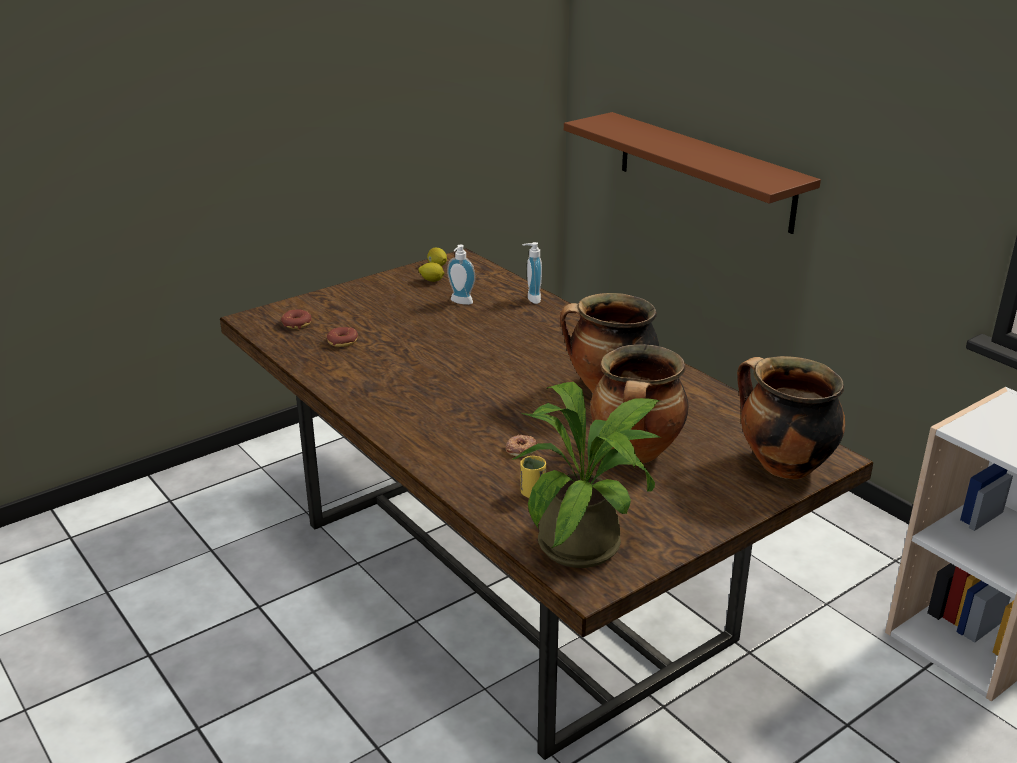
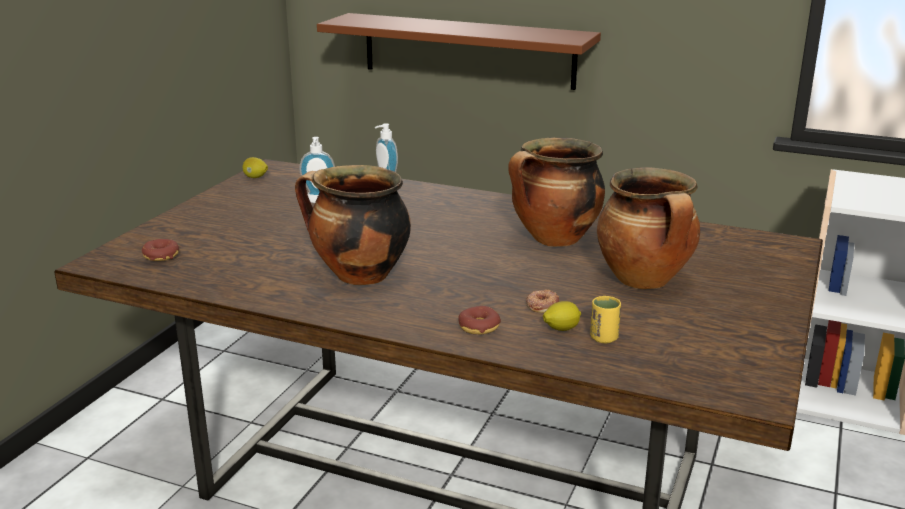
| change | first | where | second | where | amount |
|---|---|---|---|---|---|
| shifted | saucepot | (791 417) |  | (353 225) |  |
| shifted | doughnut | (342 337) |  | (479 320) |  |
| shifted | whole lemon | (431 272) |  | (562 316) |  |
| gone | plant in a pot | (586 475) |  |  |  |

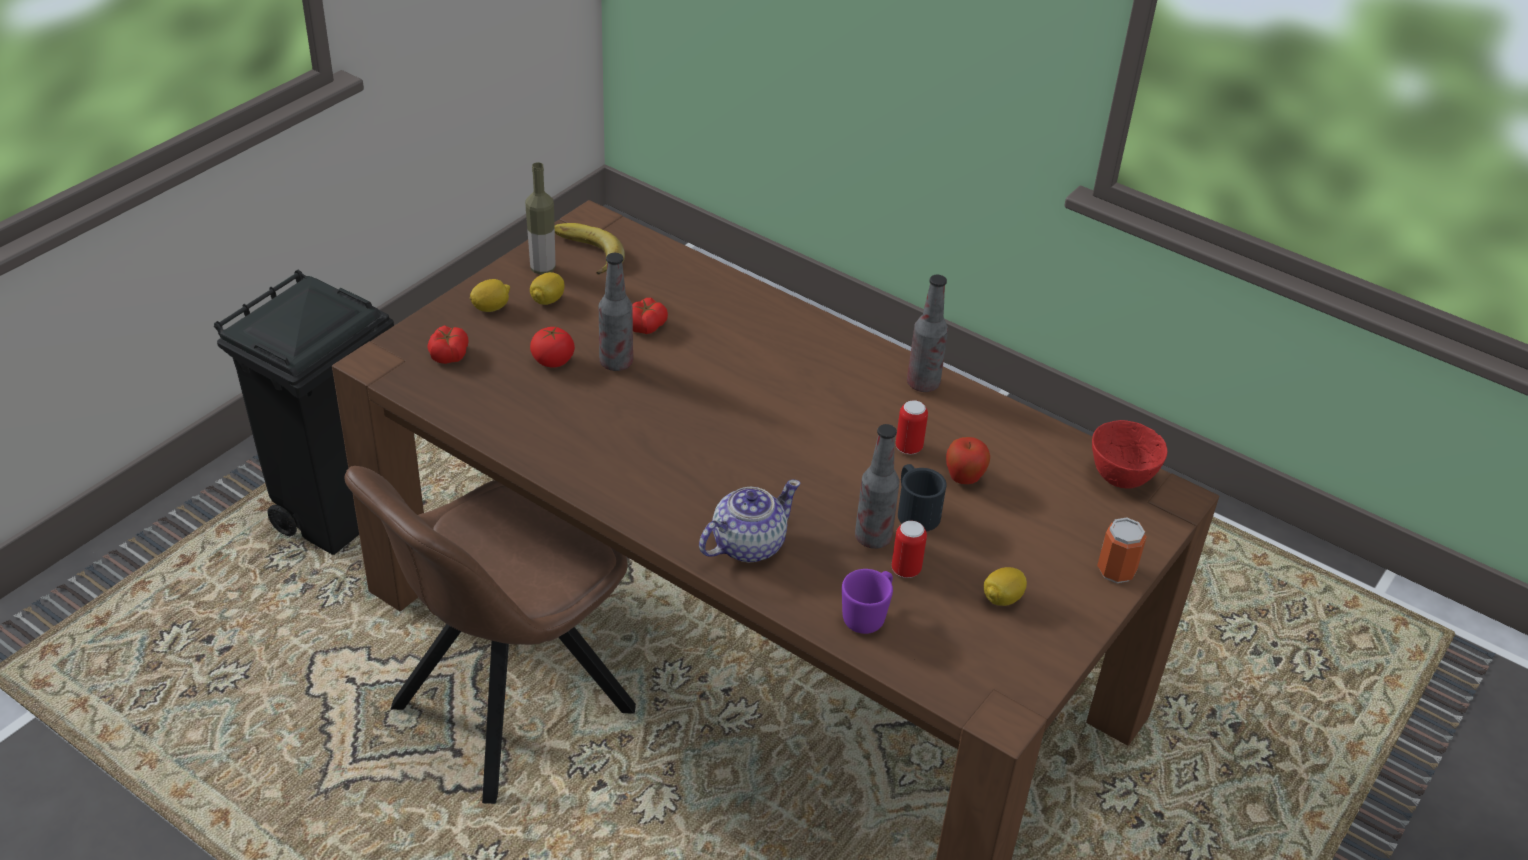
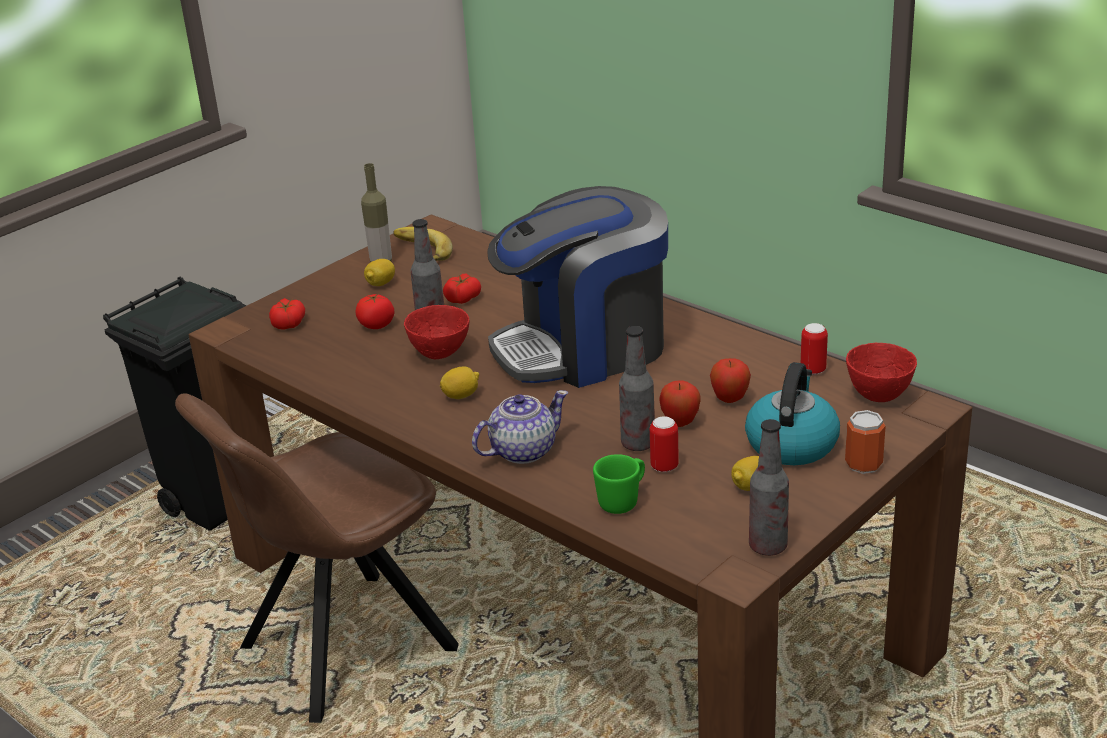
| change | first | where | second | where | amount |
|---|---|---|---|---|---|
| new |  |  | bowl (red-coloured) | (436 332) |  |
| shifted | whole lemon | (490 295) |  | (459 382) |  |
| new |  |  | coffee machine | (577 287) |  |
| repainted | tea mug (purple) | (867 601) | tea mug (greenish) | (619 484) |  |
| swapped | tea mug (black-coloured) | (922 497) | apple | (680 404) |  |
| new |  |  | kettle | (792 413) |  |
| shifted | bottle | (927 333) |  | (769 487) |  |
| shifted | metal can | (912 427) |  | (814 349) |  |

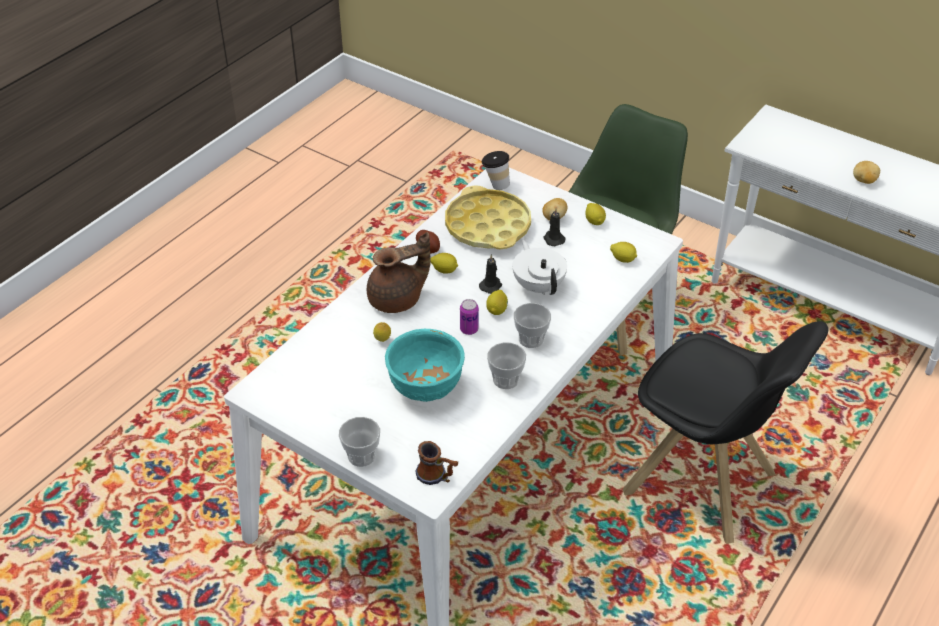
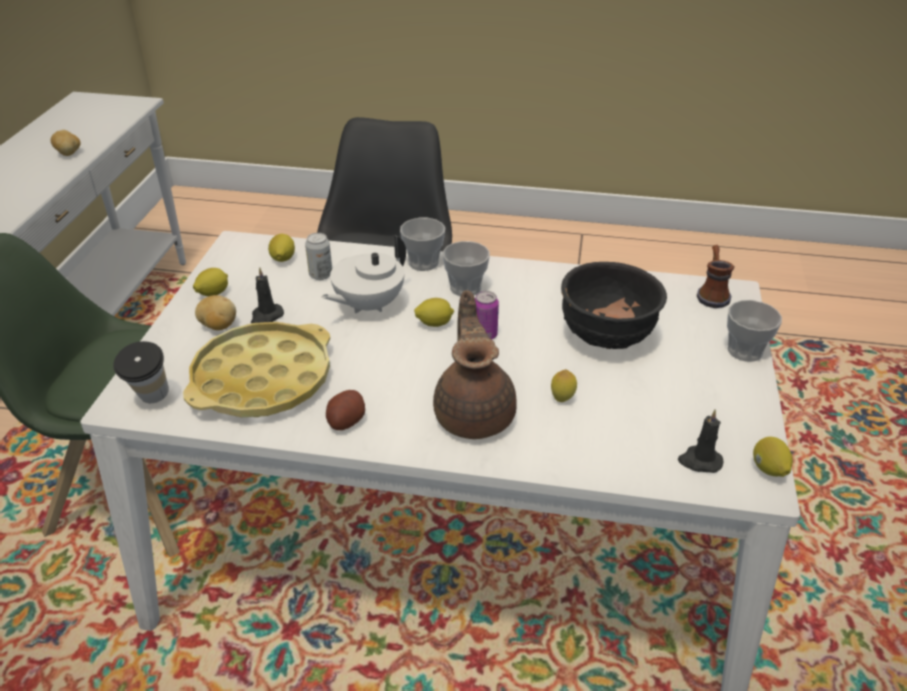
| change | first | where | second | where | amount |
|---|---|---|---|---|---|
| new |  |  | metal can | (318 256) |  |
| shifted | cup | (506 365) |  | (422 244) |  |
| rotated | teapot (brown) | (399 272) |  | (475 364) | 45 degrees clockwise |
| repainted | bowl (turquoise) | (425 365) | bowl (black-coloured) | (614 305) |  |
| shifted | candle (black-coloured) | (490 274) |  | (700 441) |  |
| shifted | whole lemon | (444 263) |  | (773 457) |  |

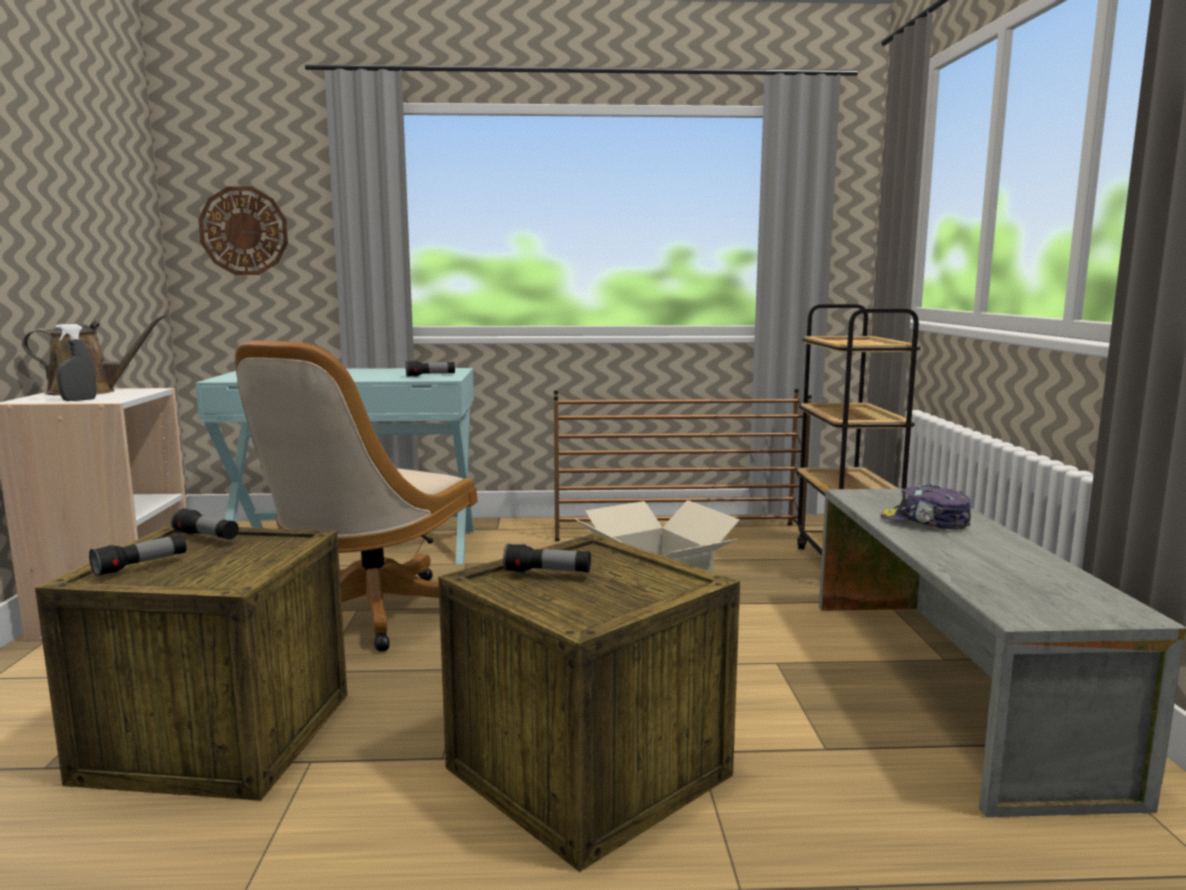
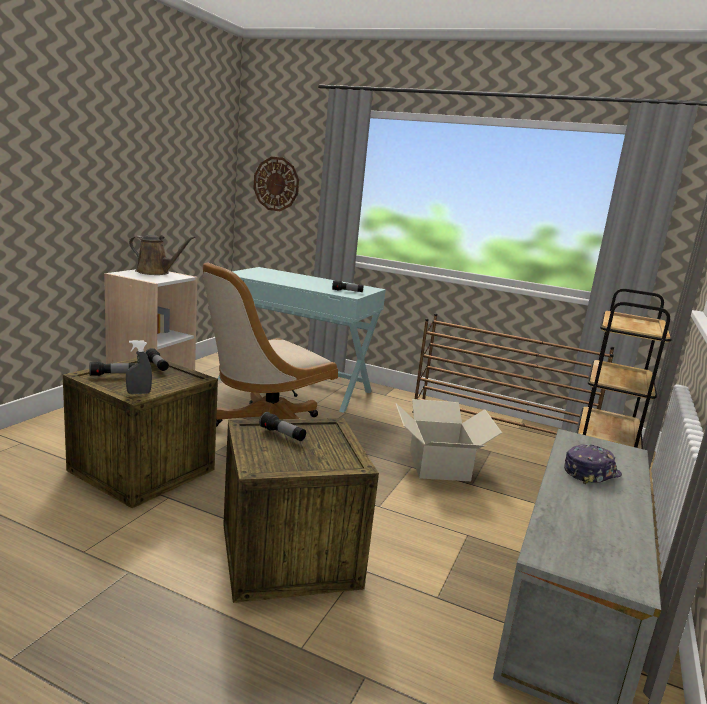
| change | first | where | second | where | amount |
|---|---|---|---|---|---|
| shifted | sprayer (greyish) | (75 362) |  | (139 367) |  |
| rotated | cap | (925 507) |  | (593 464) | 90 degrees clockwise |

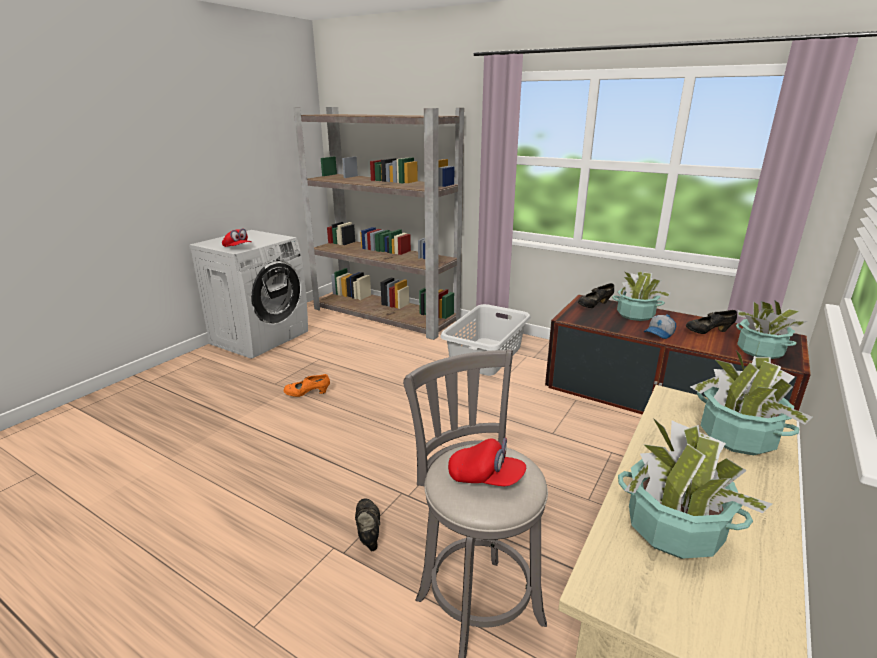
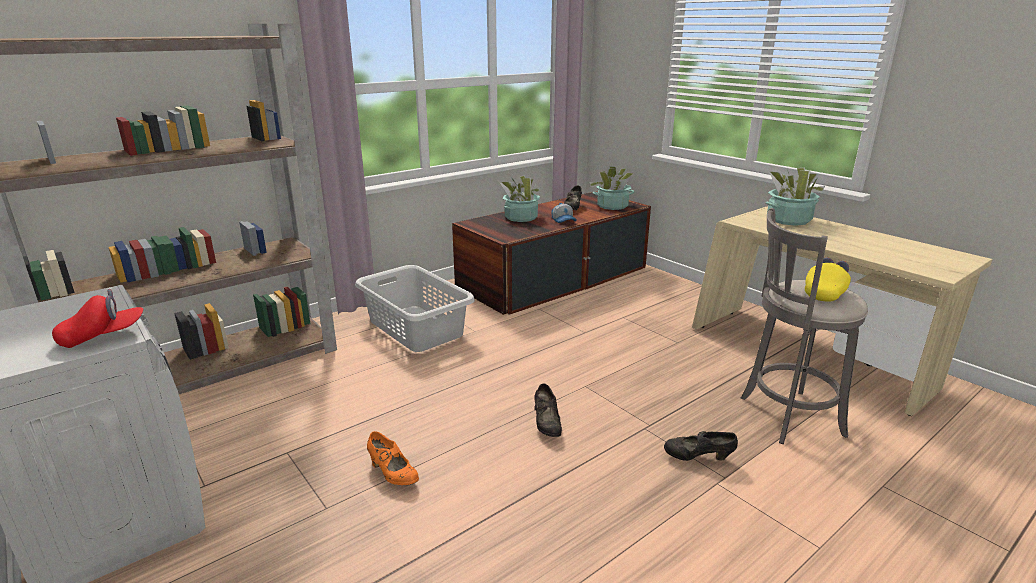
| change | first | where | second | where | amount |
|---|---|---|---|---|---|
| rotated | item of footwear (orange-coloured) | (307 385) |  | (393 458) | 60 degrees counterclockwise |
| shifted | item of footwear (black-coloured) | (596 295) |  | (548 410) |  |
| repainted | cap (red-coloured) | (487 462) | cap (yellow-coloured) | (828 280) |  |
| gone | plant in a pot | (695 488) |  |  |  |

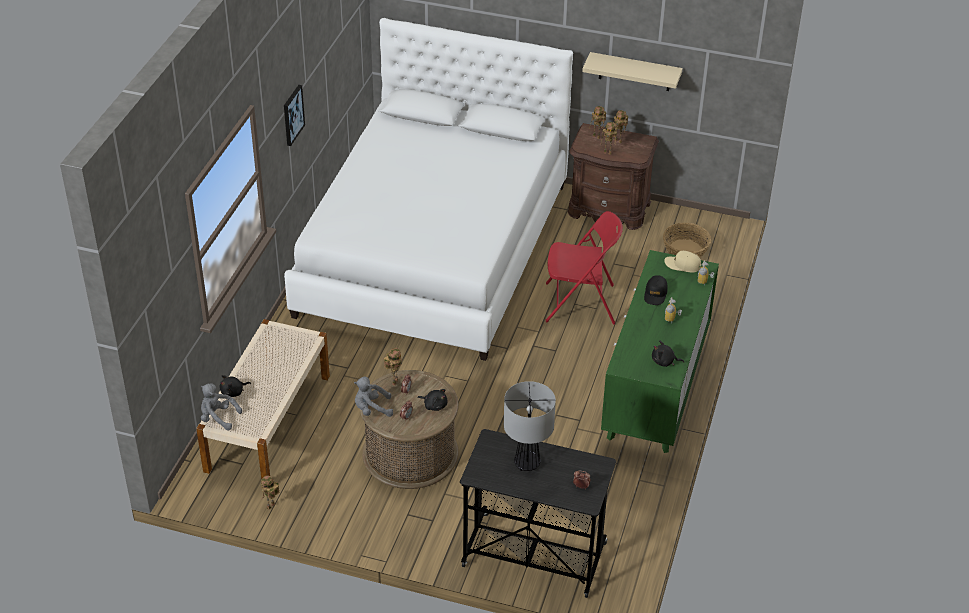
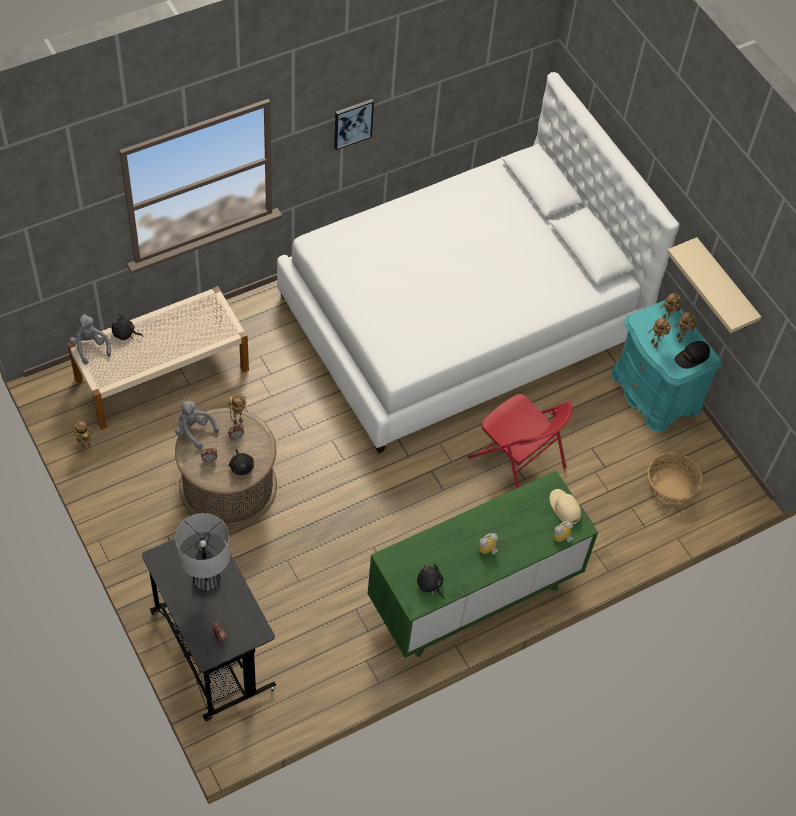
| change | first | where | second | where | amount |
|---|---|---|---|---|---|
| repainted | night table (brown) | (613 176) | night table (turquoise) | (666 366) |  |
| shifted | cap (black-coloured) | (655 290) |  | (692 355) |  |

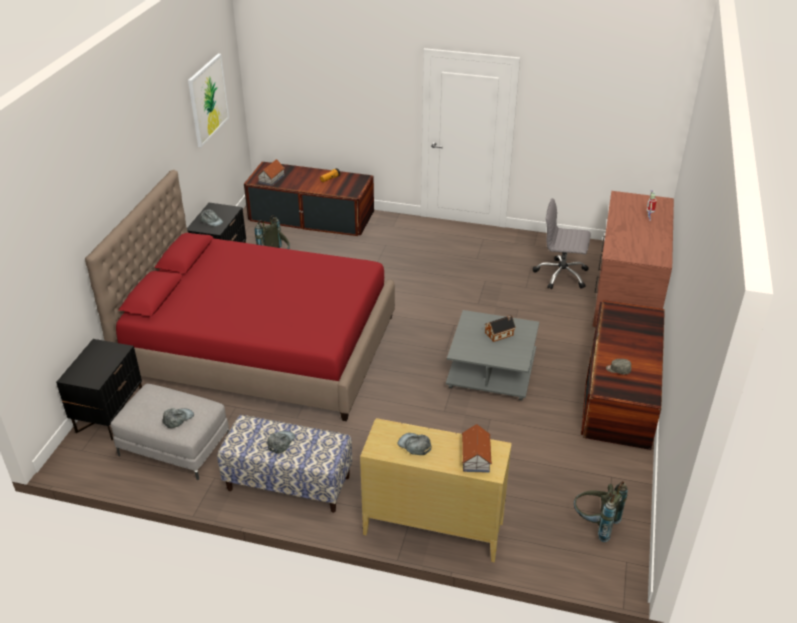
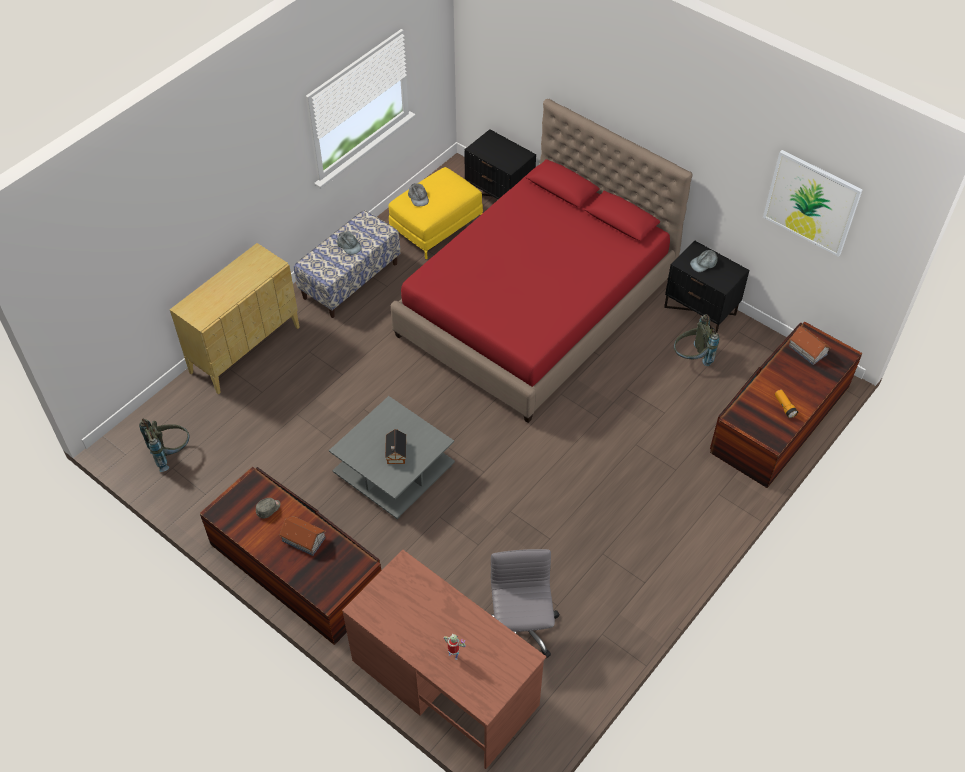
| change | first | where | second | where | amount |
|---|---|---|---|---|---|
| shifted | model house | (477 448) |  | (302 536) |  |
| repainted | footrest (greyish) | (170 432) | footrest (yellow-coloured) | (435 213) |  |
| rotated | desk chair (greyish) | (561 243) |  | (525 603) | 45 degrees counterclockwise |
| gone | cap (greyish) | (414 444) |  |  |  |

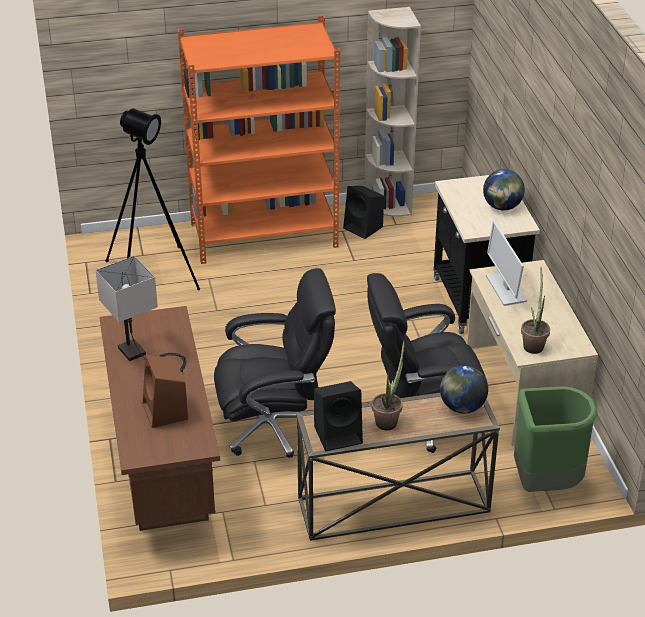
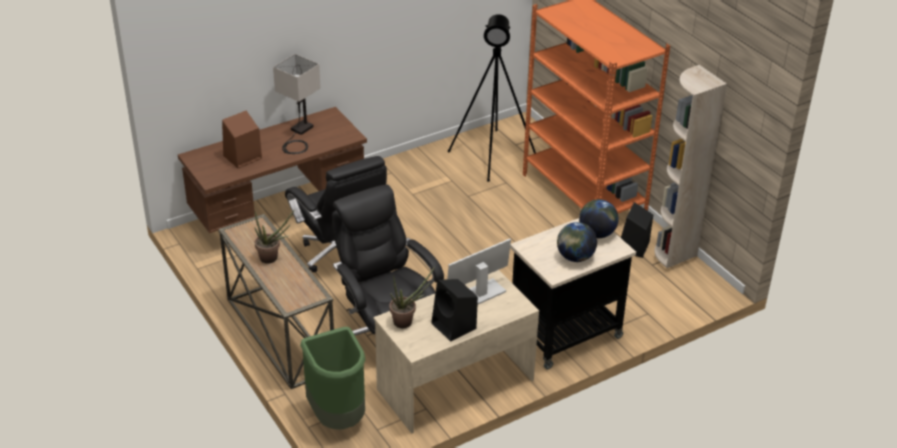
| change | first | where | second | where | amount |
|---|---|---|---|---|---|
| shifted | speaker (black-coloured) | (338 416) |  | (454 310) |  |
| shifted | world globe | (464 389) |  | (599 218) |  |

